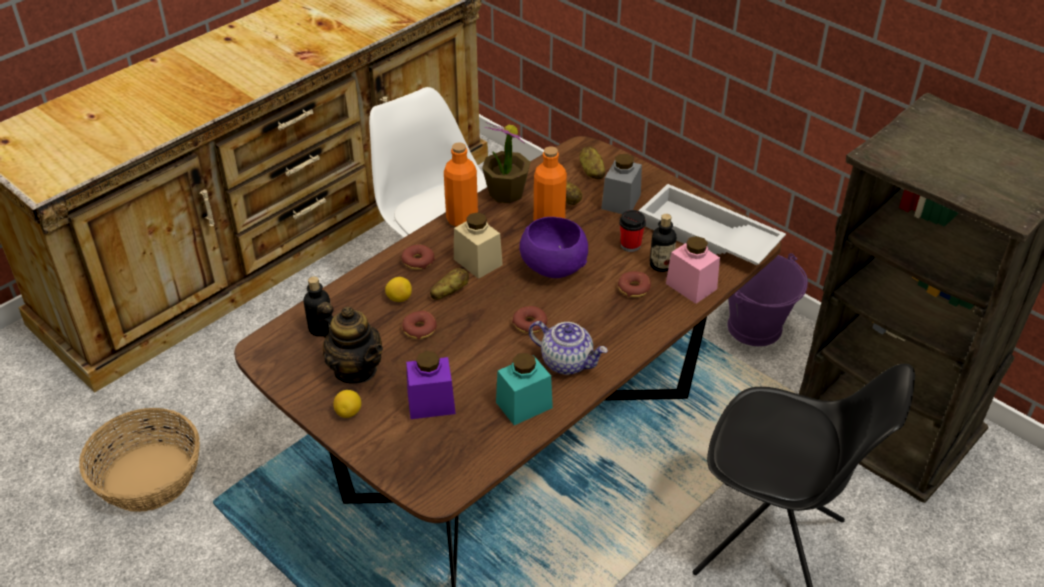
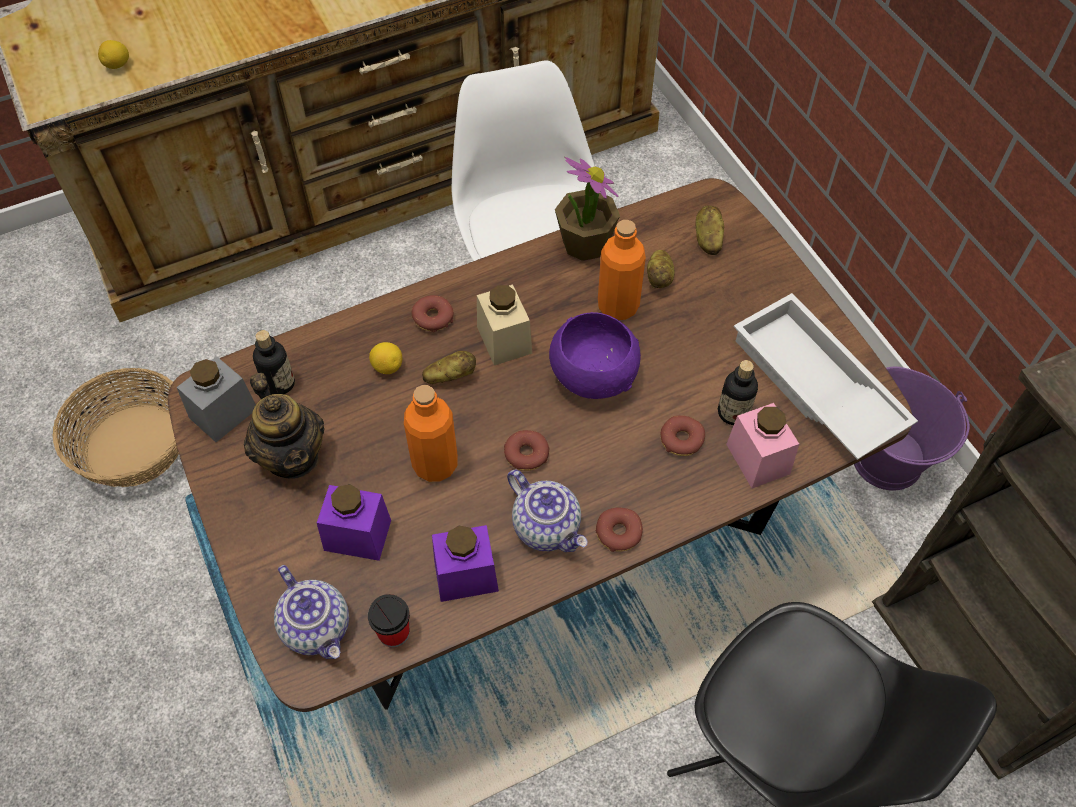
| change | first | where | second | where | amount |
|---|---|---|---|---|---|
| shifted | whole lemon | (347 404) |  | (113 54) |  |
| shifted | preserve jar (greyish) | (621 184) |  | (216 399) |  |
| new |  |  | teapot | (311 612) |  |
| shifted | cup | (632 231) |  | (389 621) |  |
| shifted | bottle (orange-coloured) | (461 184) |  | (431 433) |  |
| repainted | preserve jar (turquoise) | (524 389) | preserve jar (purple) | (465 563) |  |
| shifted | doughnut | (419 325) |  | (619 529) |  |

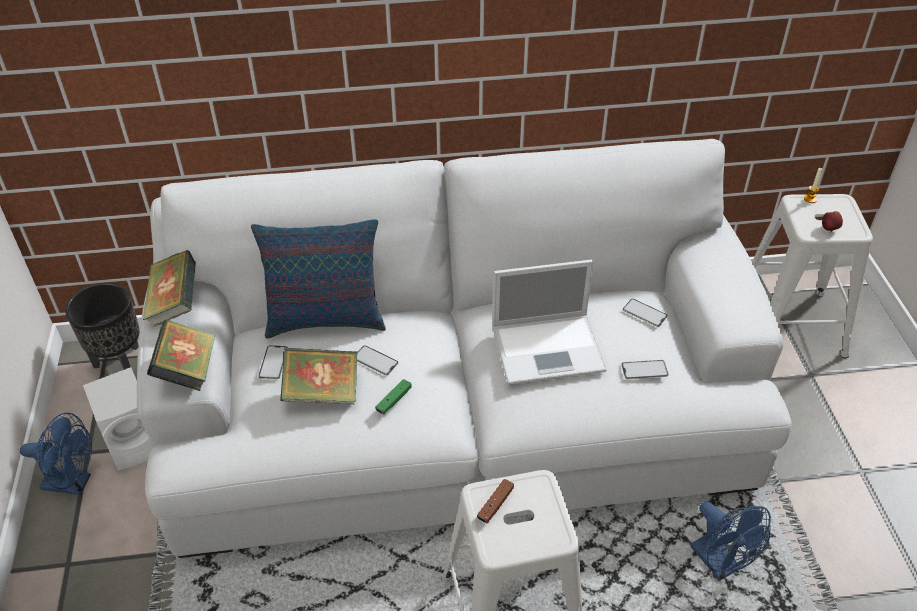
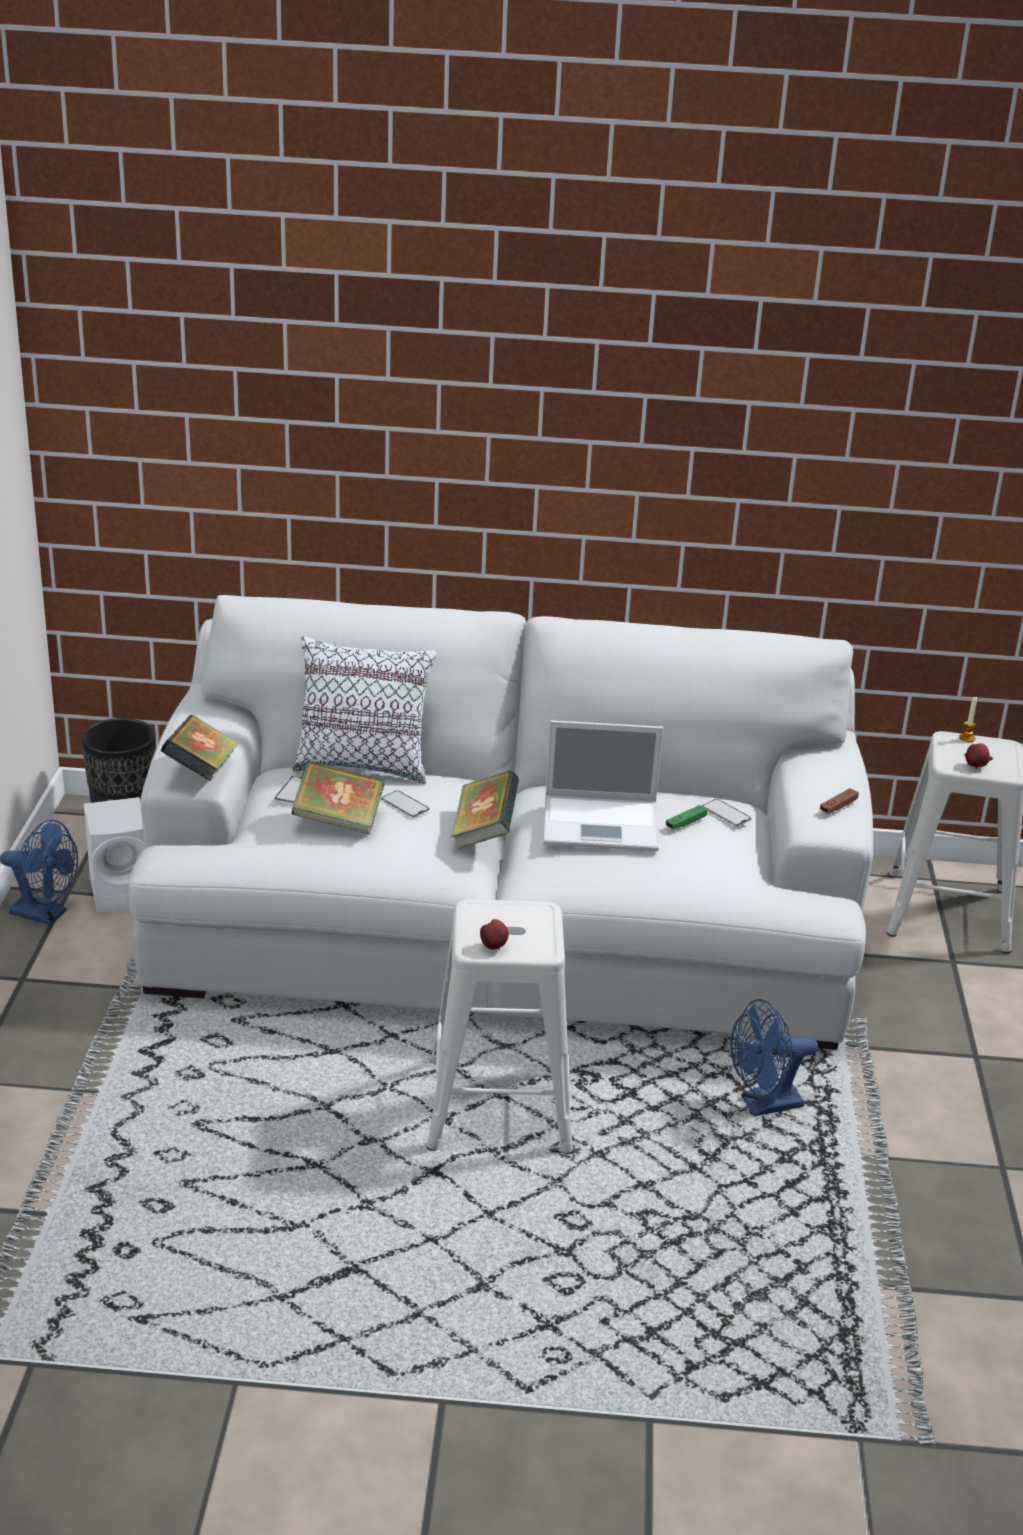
| change | first | where | second | where | amount |
|---|---|---|---|---|---|
| repainted | throw pillow (bluish) | (318 279) | throw pillow (white-coloured) | (364 710) |  |
| shifted | volume | (169 288) |  | (485 809) |  |
| new |  |  | apple | (494 934) |  |
| shifted | gamepad (greenish) | (393 397) |  | (686 817) |  |
| rotated | fan (bluish) | (730 541) |  | (774 1057) | 90 degrees clockwise |
| shifted | gamepad (brown) | (495 501) |  | (839 801) |  |
| gone | phone | (644 369) |  |  |  |

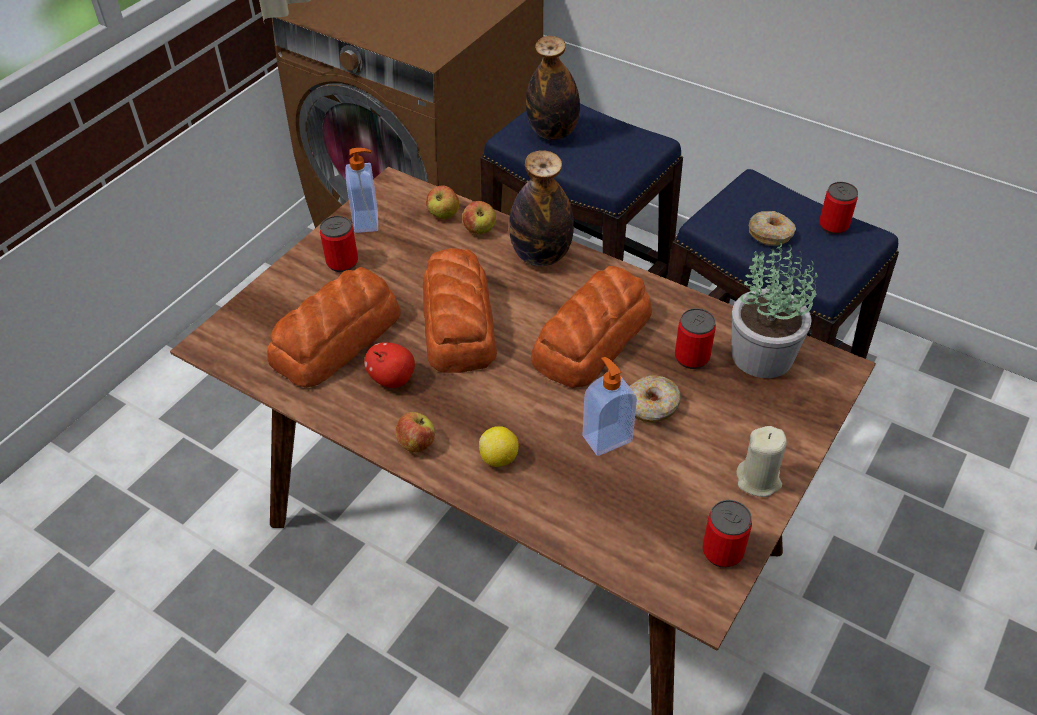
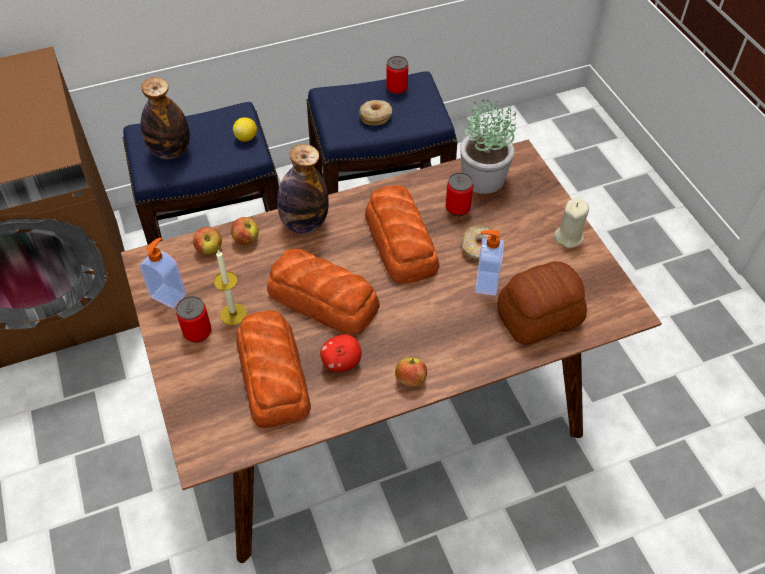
| change | first | where | second | where | amount |
|---|---|---|---|---|---|
| new |  |  | candle | (230 287) |  |
| shifted | whole lemon | (499 446) |  | (245 129) |  |
| new |  |  | baked bread | (542 302) |  |
| gone | metal can | (727 534) |  |  |  |

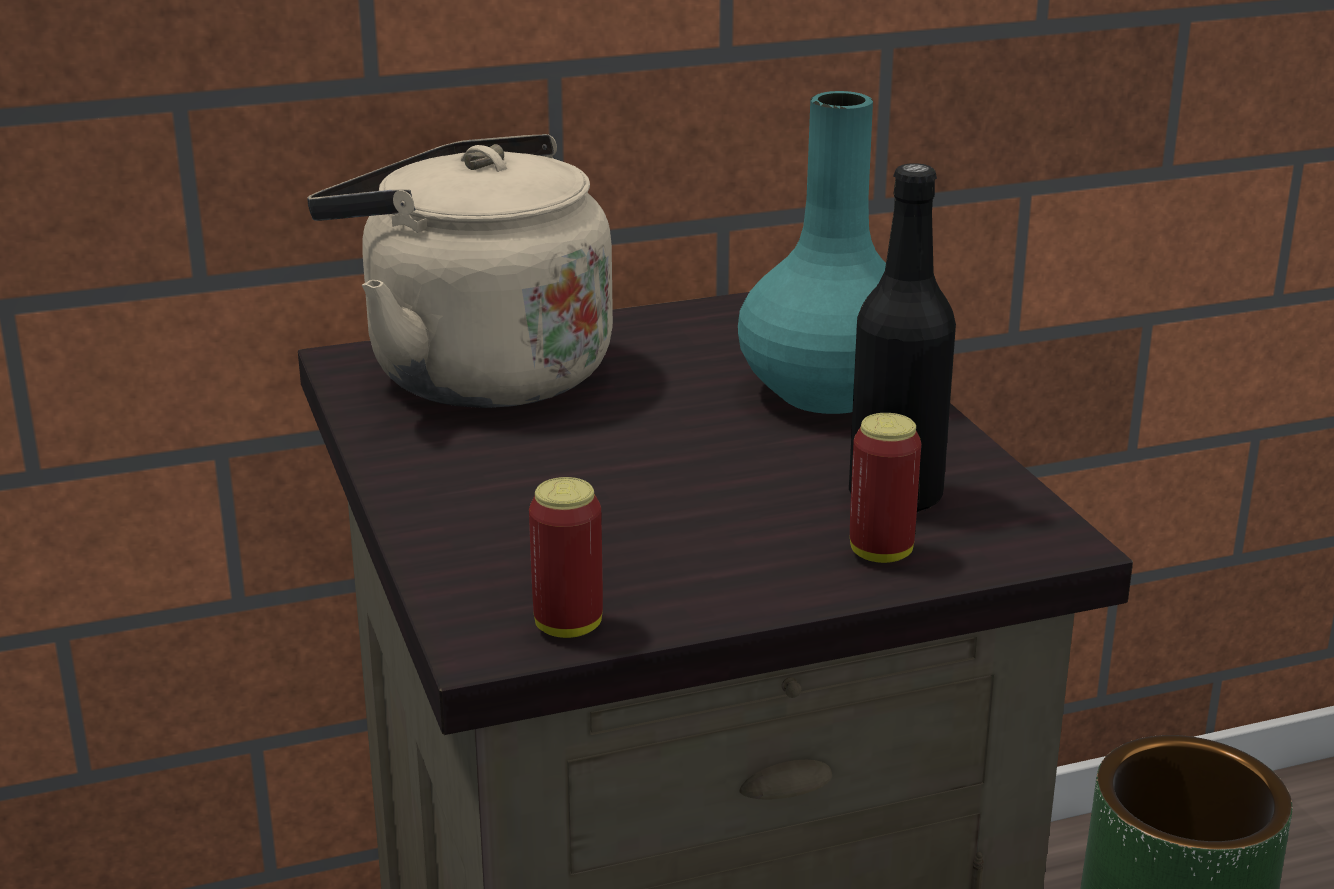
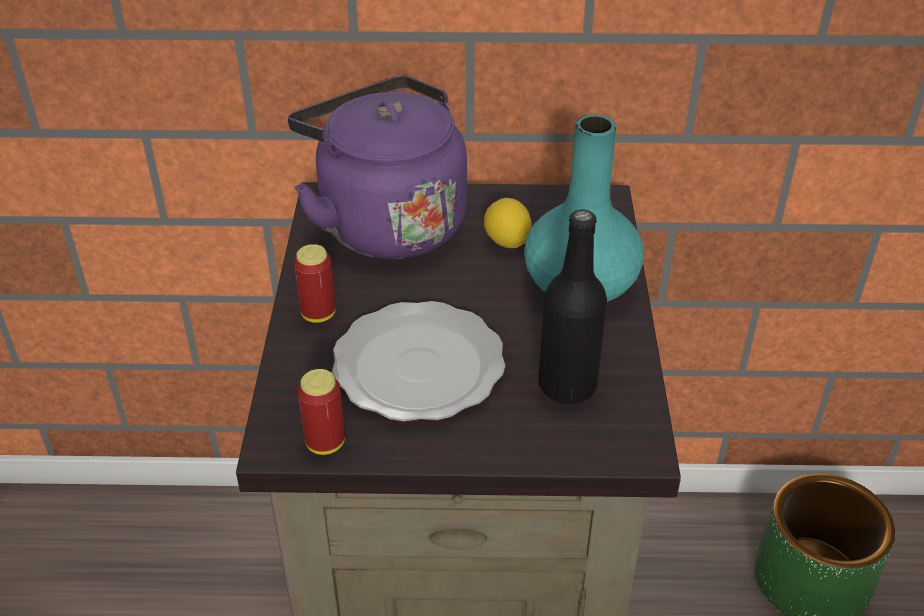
| change | first | where | second | where | amount |
|---|---|---|---|---|---|
| repainted | kettle (beige) | (460 271) | kettle (purple) | (377 167) |  |
| shifted | metal can | (885 488) |  | (315 283) |  |
| new |  |  | flat dish | (418 361) |  |
| new |  |  | whole lemon | (508 223) |  |

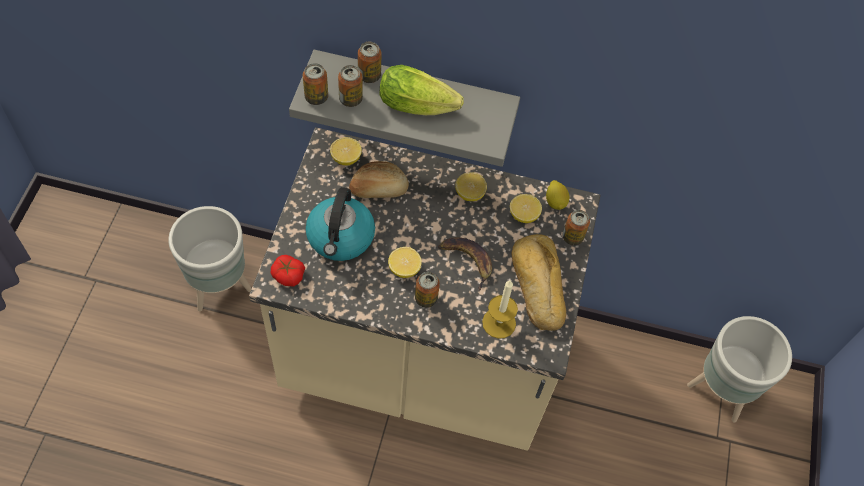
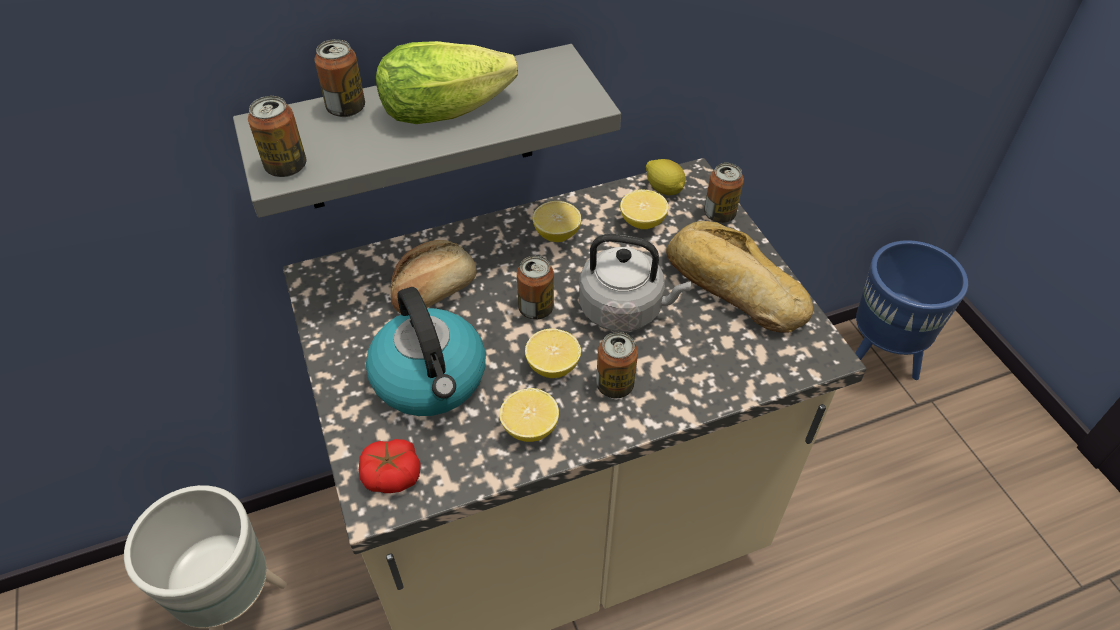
| change | first | where | second | where | amount |
|---|---|---|---|---|---|
| shifted | whole lemon | (346 151) |  | (529 415) |  |
| shifted | metal can | (350 86) |  | (535 288) |  |
| swapped | whole banana | (465 264) | kettle (greyish) | (635 283) |  |
| repainted | plant pot (greyish) | (739 369) | plant pot (bluish) | (911 310) |  |
| gone | candle | (500 309) |  |  |  |

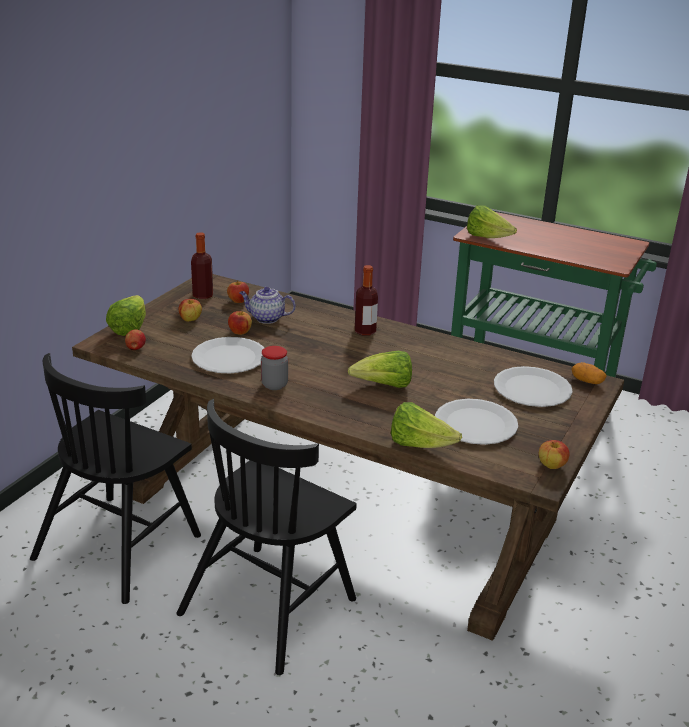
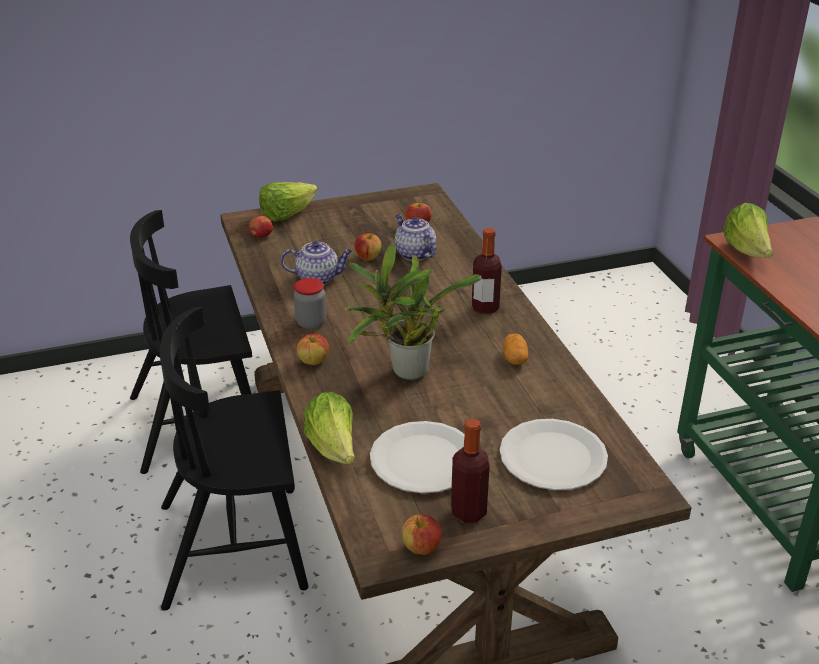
| change | first | where | second | where | amount |
|---|---|---|---|---|---|
| swapped | flat dish (white-coloured) | (227 355) | teapot | (316 263) |  |
| shifted | apple | (190 310) |  | (312 349) |  |
| swapped | lettuce | (380 369) | plant in a pot | (413 312) |  |
| shifted | bottle | (202 265) |  | (470 471) |  |
| shifted | whole potato | (589 373) |  | (515 349) |  |

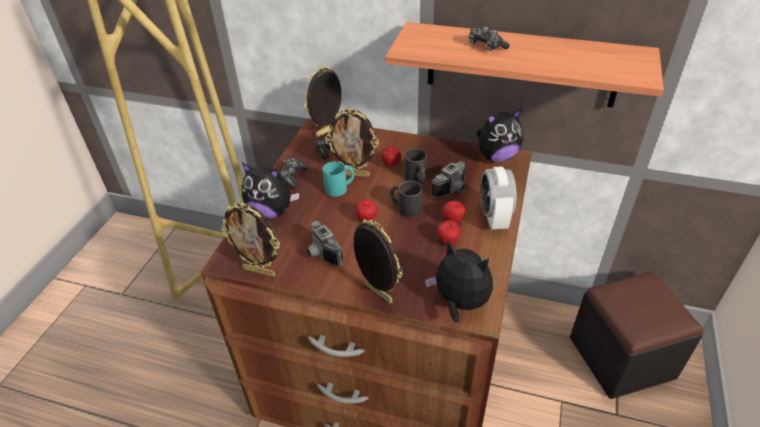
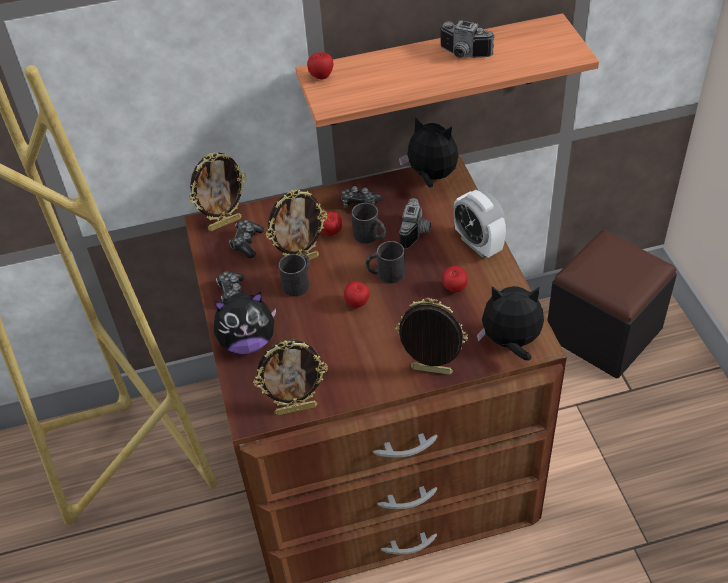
| change | first | where | second | where | amount |
|---|---|---|---|---|---|
| rotated | picture frame | (322 101) |  | (218 191) | 135 degrees counterclockwise |
| repainted | tea mug (turquoise) | (338 179) | tea mug (black-coloured) | (293 275) |  |
| shifted | apple | (454 212) |  | (320 65) |  |
| shifted | gamepad | (489 38) |  | (361 196) |  |
| rotated | plush toy | (499 135) |  | (429 152) | 105 degrees counterclockwise |
| shifted | photo camera | (325 243) |  | (467 39) |  |

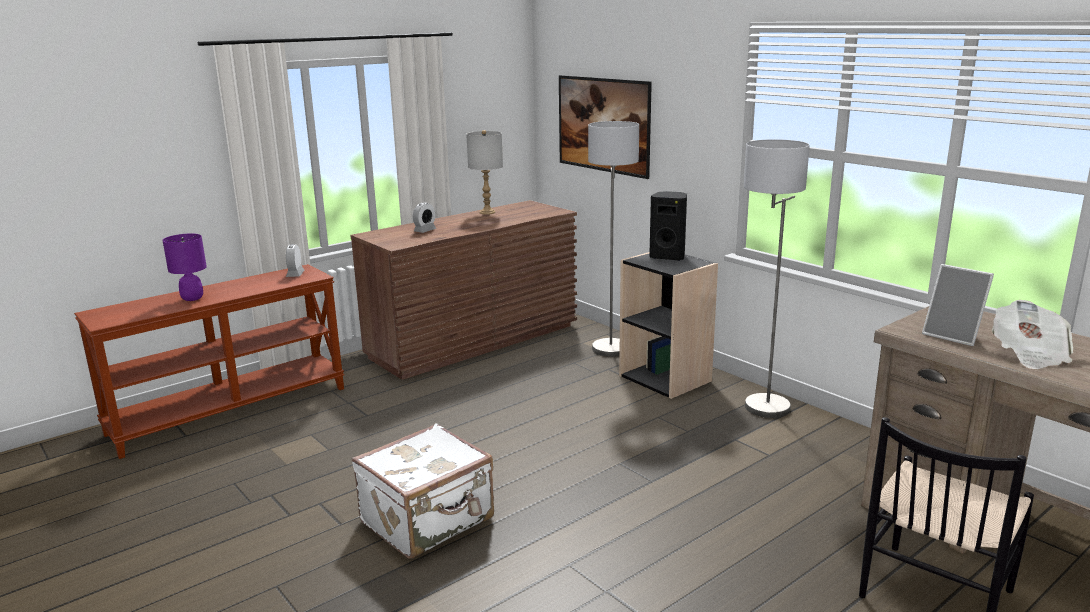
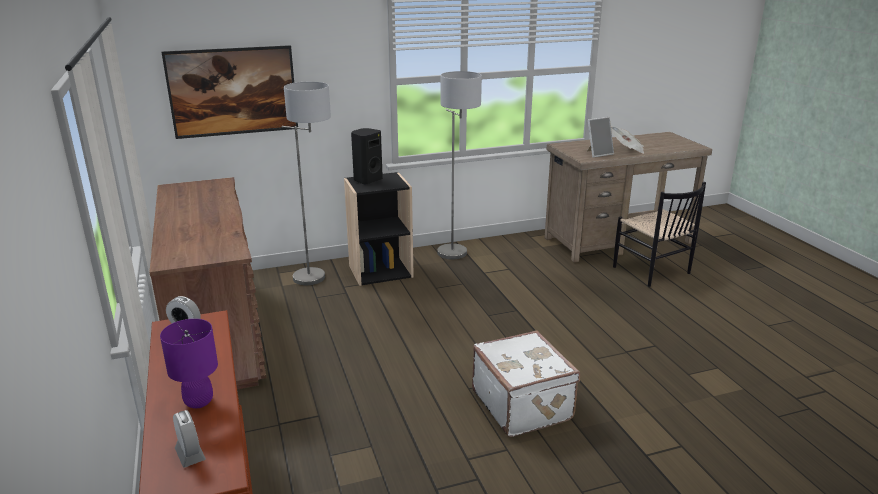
| change | first | where | second | where | amount |
|---|---|---|---|---|---|
| shifted | table clock | (424 217) |  | (189 439) |  |
| gone | tabletop lamp (greyish) | (484 172) |  |  |  |

